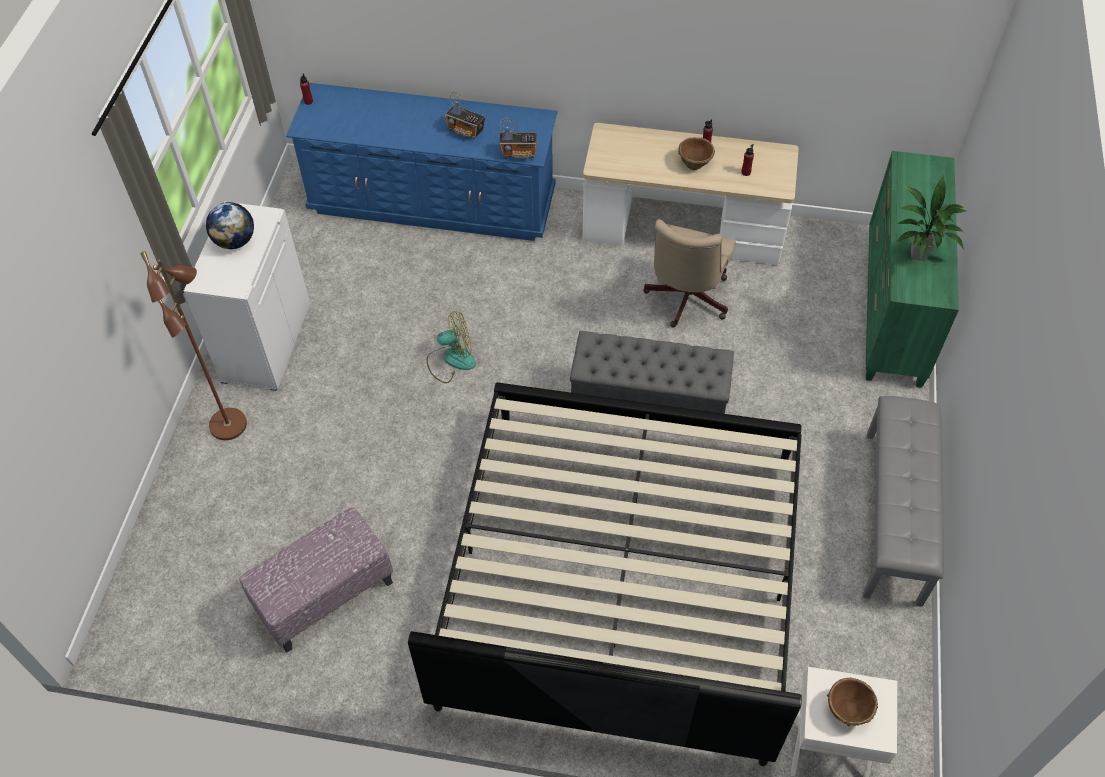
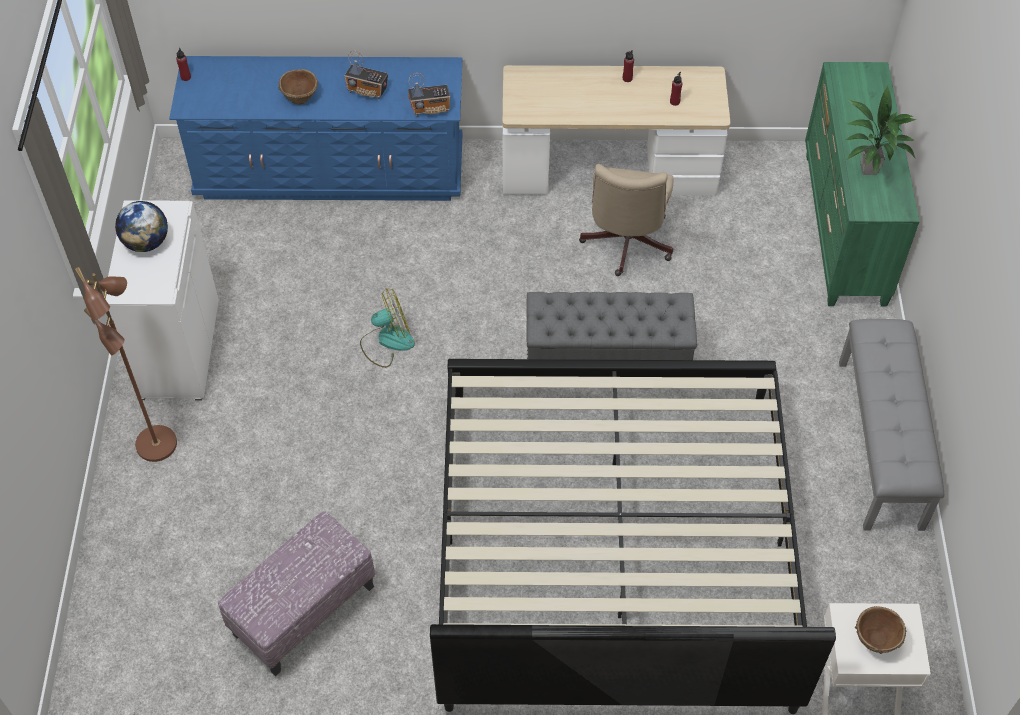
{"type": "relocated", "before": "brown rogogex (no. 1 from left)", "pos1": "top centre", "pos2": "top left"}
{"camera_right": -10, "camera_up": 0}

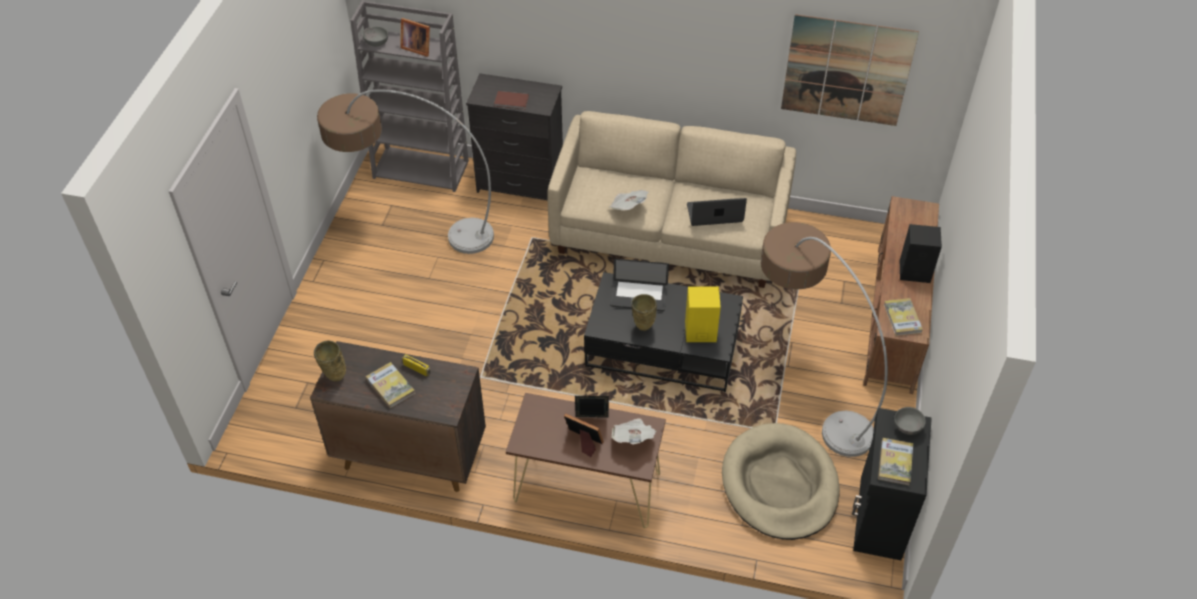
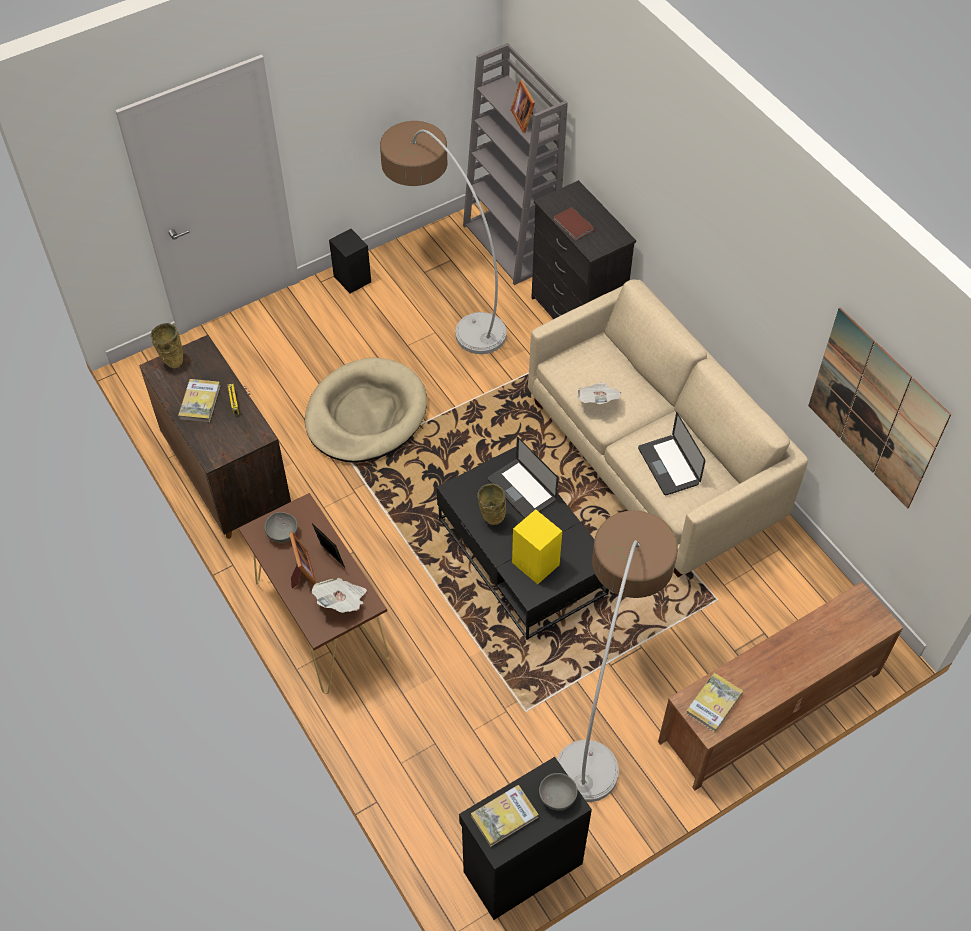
{"type": "relocated", "before": "grey rogogex (no. 1 from left)", "pos1": "top left", "pos2": "middle left"}
{"type": "relocated", "before": "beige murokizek", "pos1": "bottom centre", "pos2": "centre"}
{"type": "relocated", "before": "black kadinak", "pos1": "middle right", "pos2": "top centre"}
{"type": "spun", "before": "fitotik (no. 2 from left)", "pos1": "centre", "pos2": "middle right", "turn": -150}
{"camera_right": 45, "camera_up": 5}

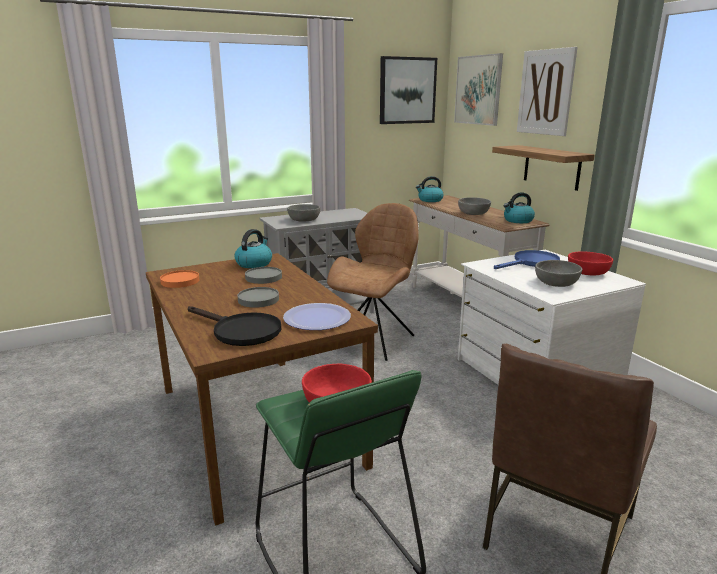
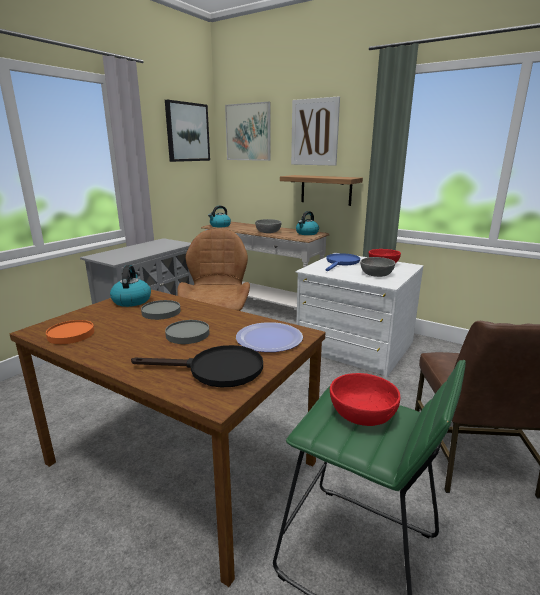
{"type": "missing", "before": "grey rogogex (no. 1 from left)", "pos1": "centre"}
{"camera_right": -30, "camera_up": 0}

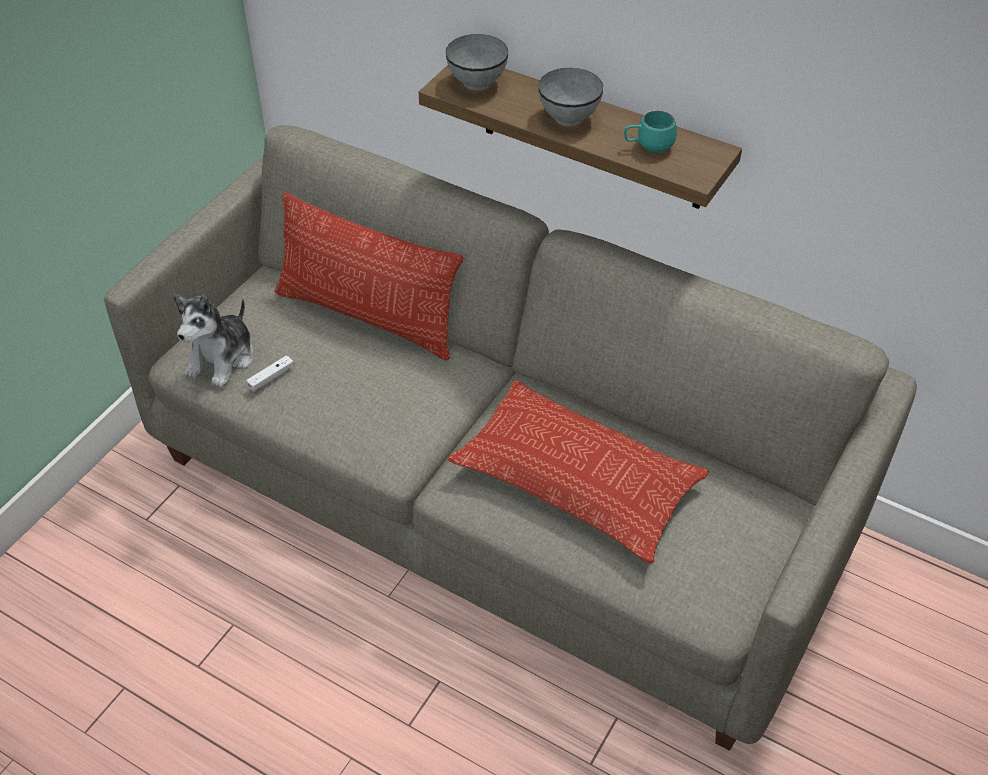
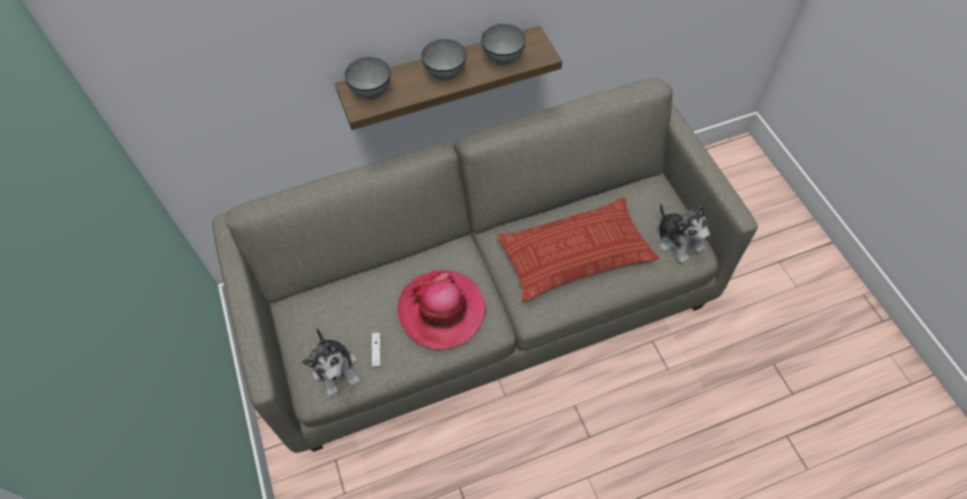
{"type": "missing", "before": "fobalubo (no. 1 from left)", "pos1": "centre"}
{"type": "appeared", "after": "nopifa", "pos2": "centre"}
{"type": "appeared", "after": "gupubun (no. 2 from left)", "pos2": "middle right"}
{"type": "exchanged", "before": "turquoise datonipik", "after": "grey rogogex (no. 3 from left)", "pos1": "top centre", "pos2": "top centre"}
{"camera_right": -50, "camera_up": 10}

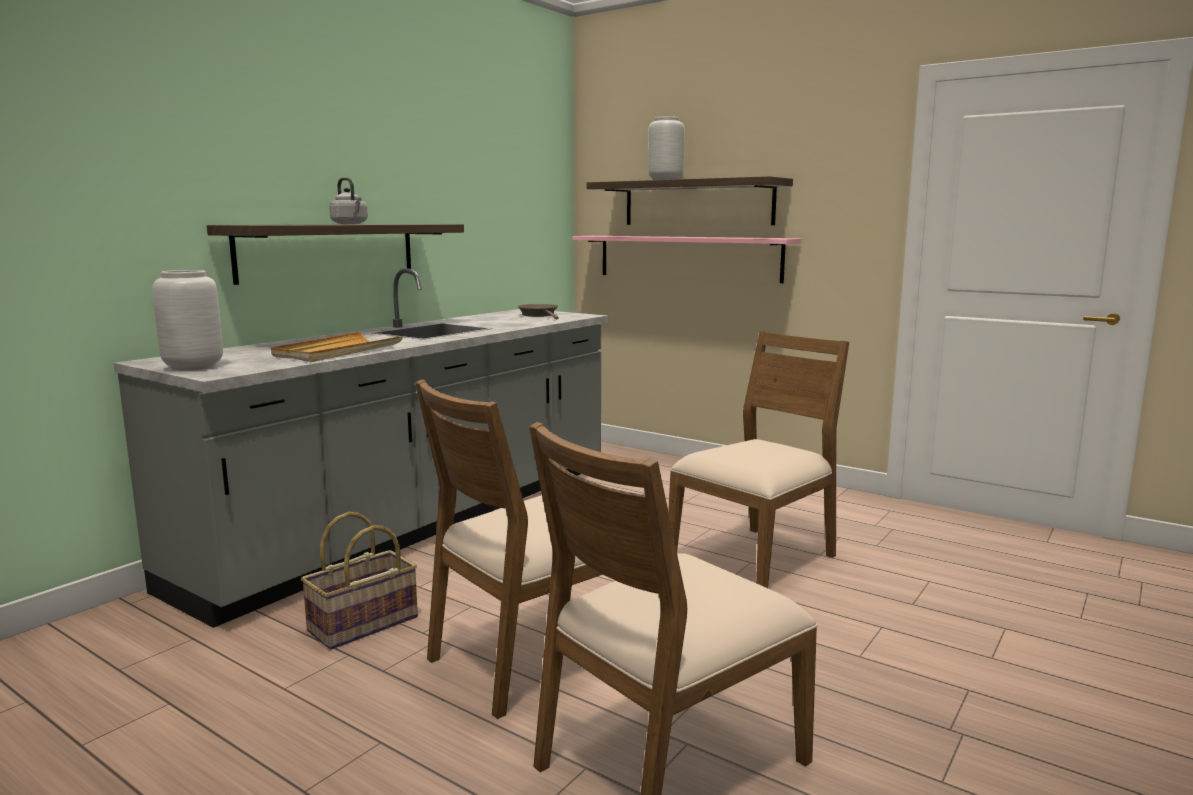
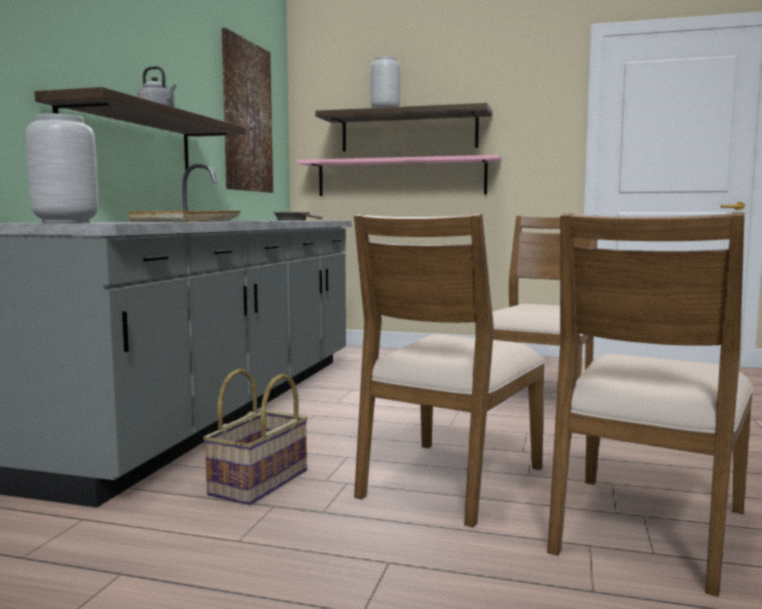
{"type": "appeared", "after": "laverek", "pos2": "top left"}
{"camera_right": -20, "camera_up": -5}

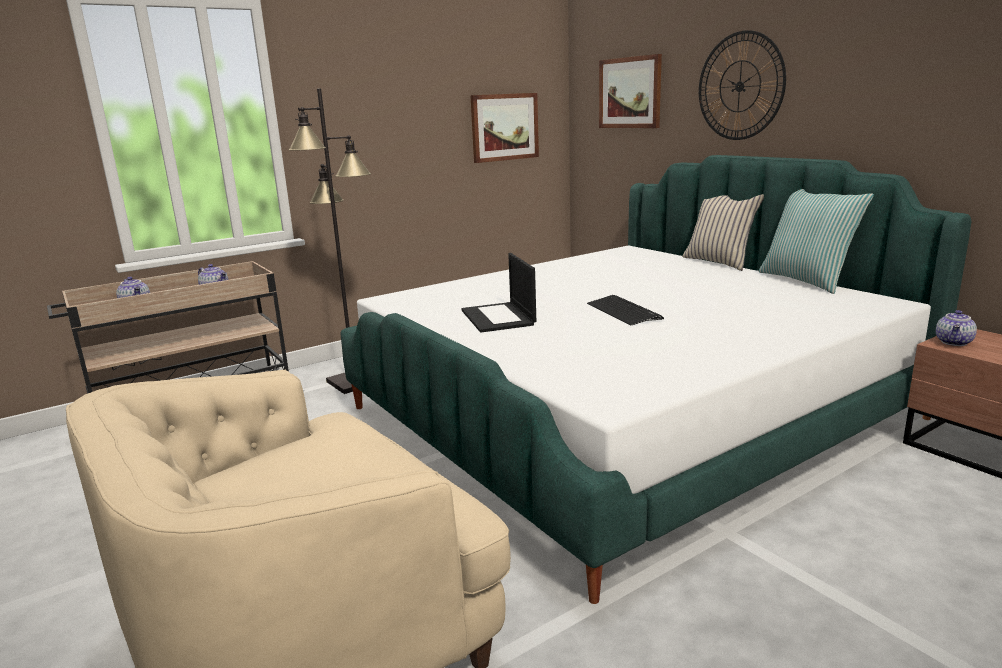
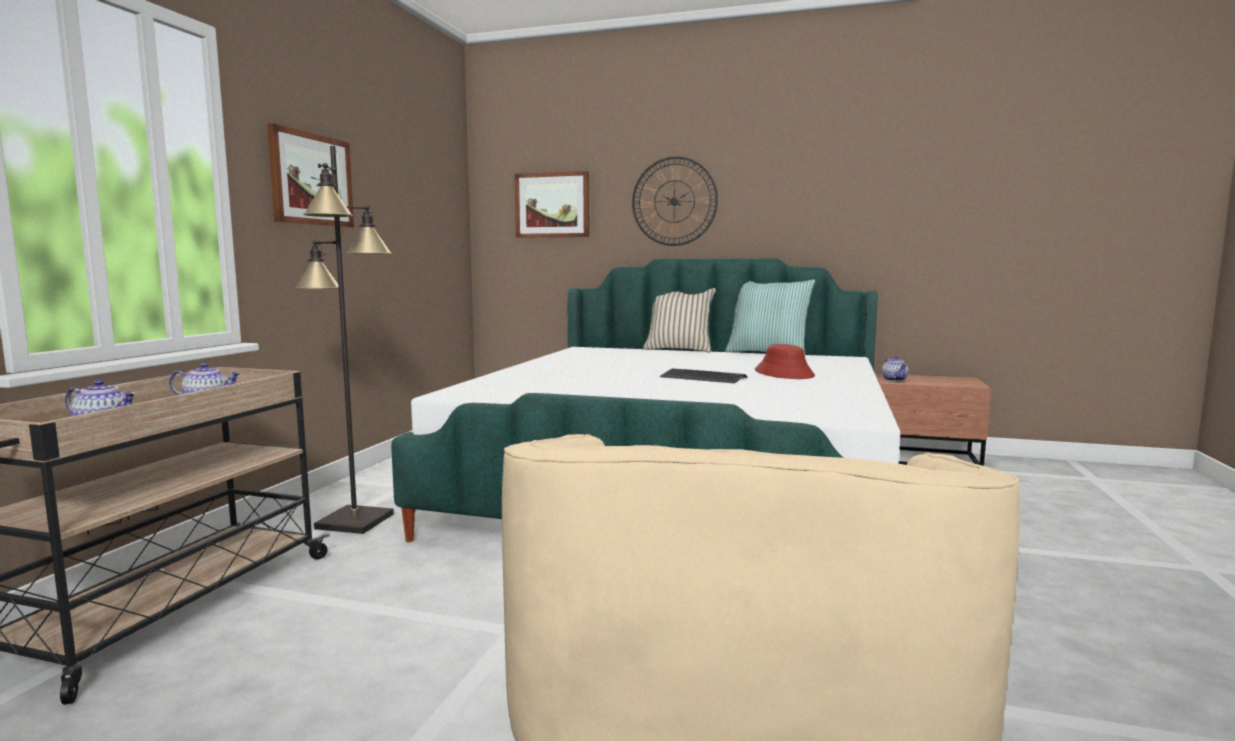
{"type": "missing", "before": "fitotik", "pos1": "centre"}
{"type": "appeared", "after": "red nopifa", "pos2": "centre"}
{"type": "relocated", "before": "laverek (no. 1 from left)", "pos1": "top centre", "pos2": "top left"}
{"camera_right": -40, "camera_up": -10}

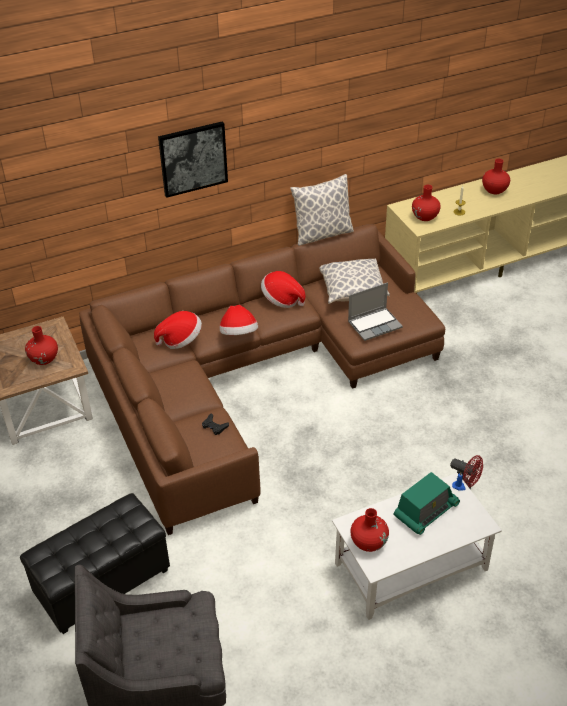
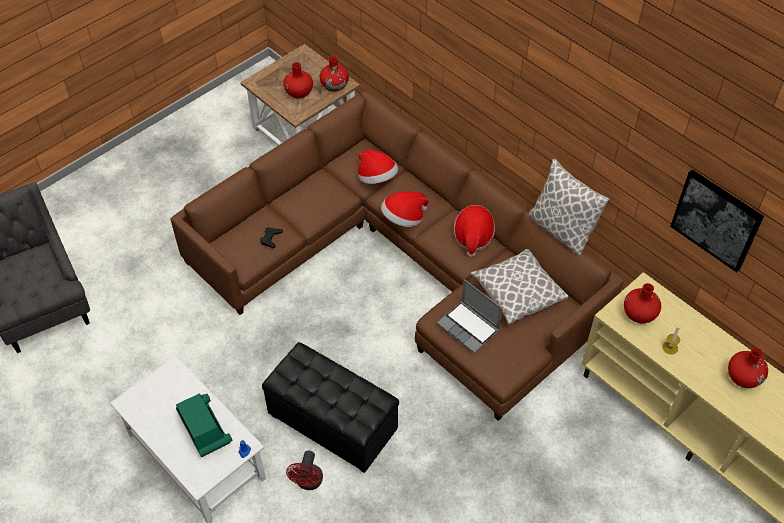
{"type": "relocated", "before": "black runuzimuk", "pos1": "bottom left", "pos2": "bottom centre"}
{"type": "relocated", "before": "laverek", "pos1": "top centre", "pos2": "middle right"}
{"type": "relocated", "before": "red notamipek (no. 2 from left)", "pos1": "bottom centre", "pos2": "top centre"}
{"type": "spun", "before": "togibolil", "pos1": "bottom right", "pos2": "bottom left", "turn": -150}
{"camera_right": 70, "camera_up": 10}

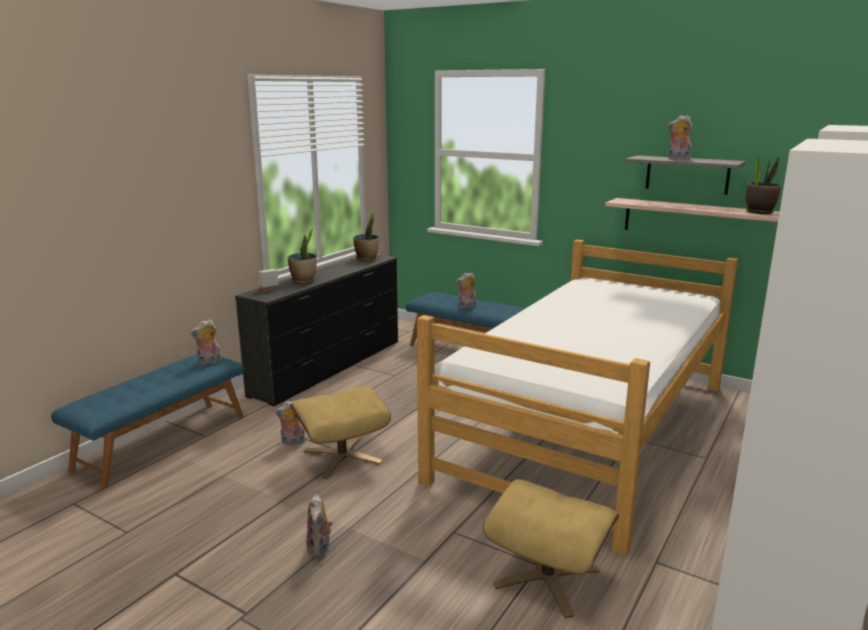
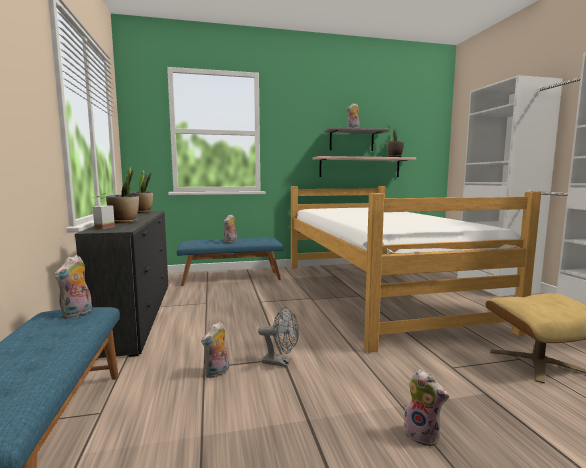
{"type": "exchanged", "before": "beige runuzimuk (no. 1 from left)", "after": "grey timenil", "pos1": "bottom centre", "pos2": "bottom centre"}
{"camera_right": -45, "camera_up": -10}

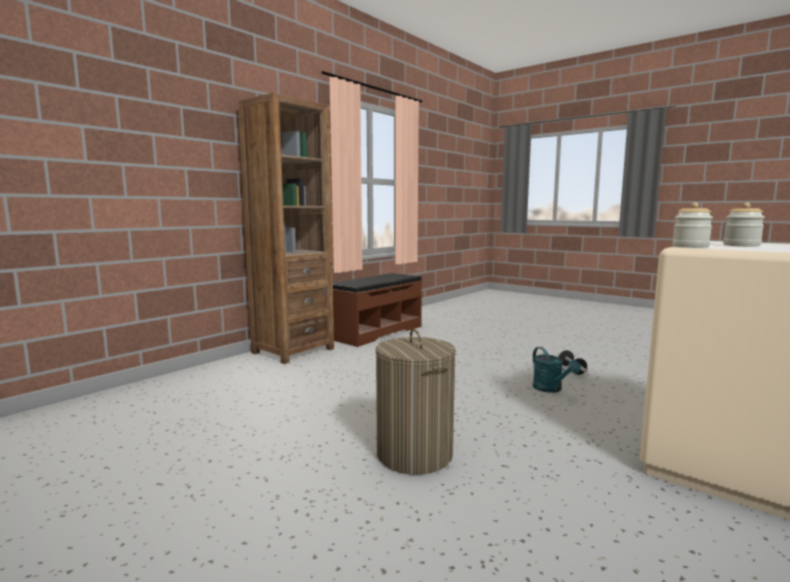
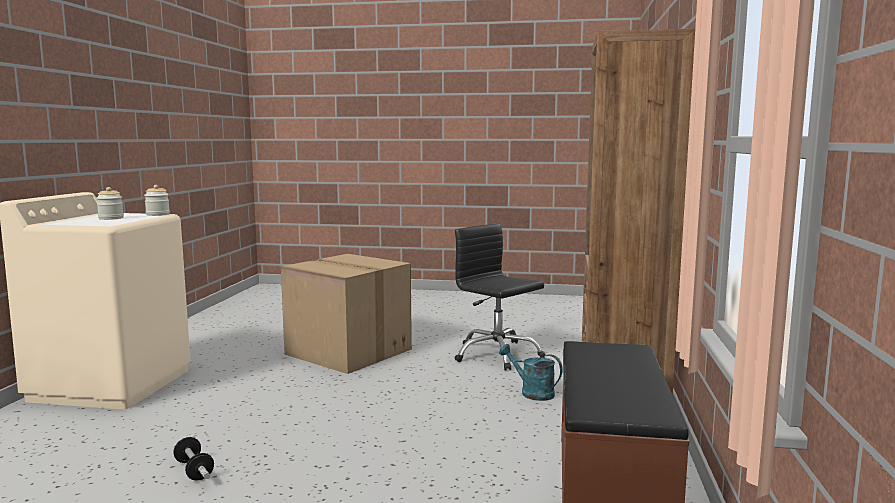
{"type": "appeared", "after": "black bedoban", "pos2": "centre"}
{"type": "relocated", "before": "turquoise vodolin", "pos1": "middle right", "pos2": "bottom centre"}
{"type": "exchanged", "before": "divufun", "after": "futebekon", "pos1": "bottom centre", "pos2": "centre"}
{"camera_right": 150, "camera_up": 0}

